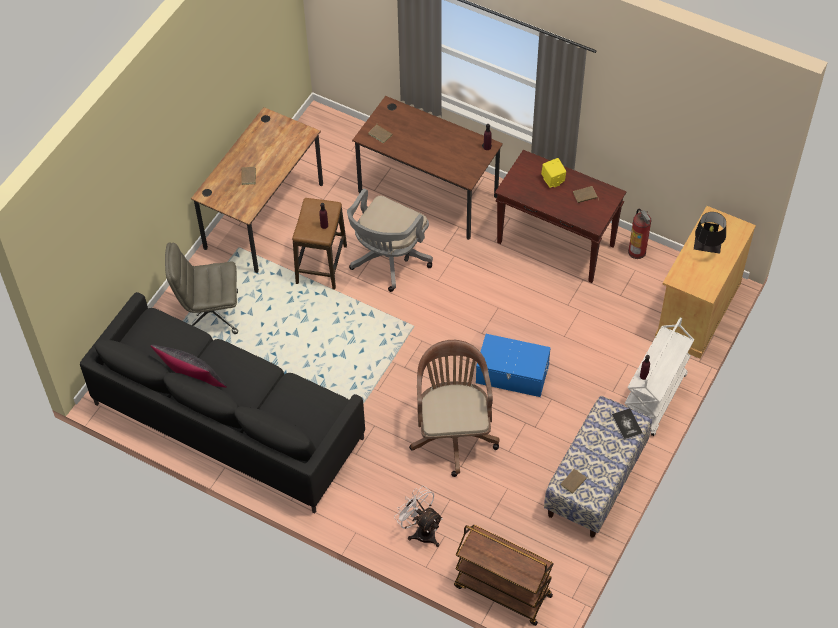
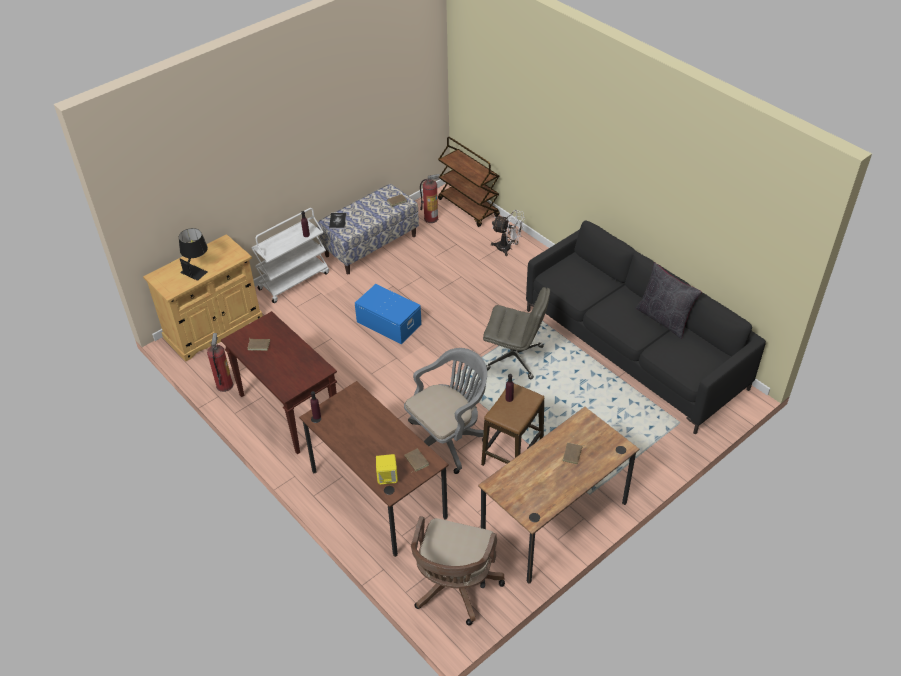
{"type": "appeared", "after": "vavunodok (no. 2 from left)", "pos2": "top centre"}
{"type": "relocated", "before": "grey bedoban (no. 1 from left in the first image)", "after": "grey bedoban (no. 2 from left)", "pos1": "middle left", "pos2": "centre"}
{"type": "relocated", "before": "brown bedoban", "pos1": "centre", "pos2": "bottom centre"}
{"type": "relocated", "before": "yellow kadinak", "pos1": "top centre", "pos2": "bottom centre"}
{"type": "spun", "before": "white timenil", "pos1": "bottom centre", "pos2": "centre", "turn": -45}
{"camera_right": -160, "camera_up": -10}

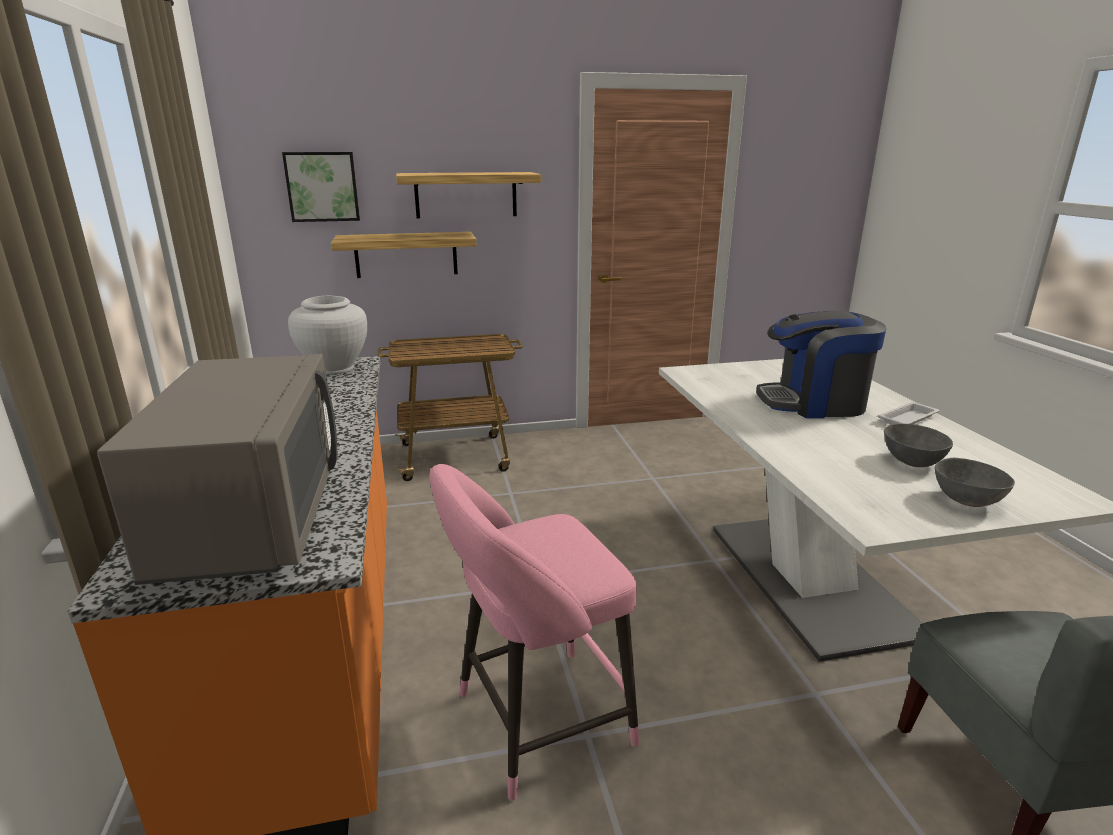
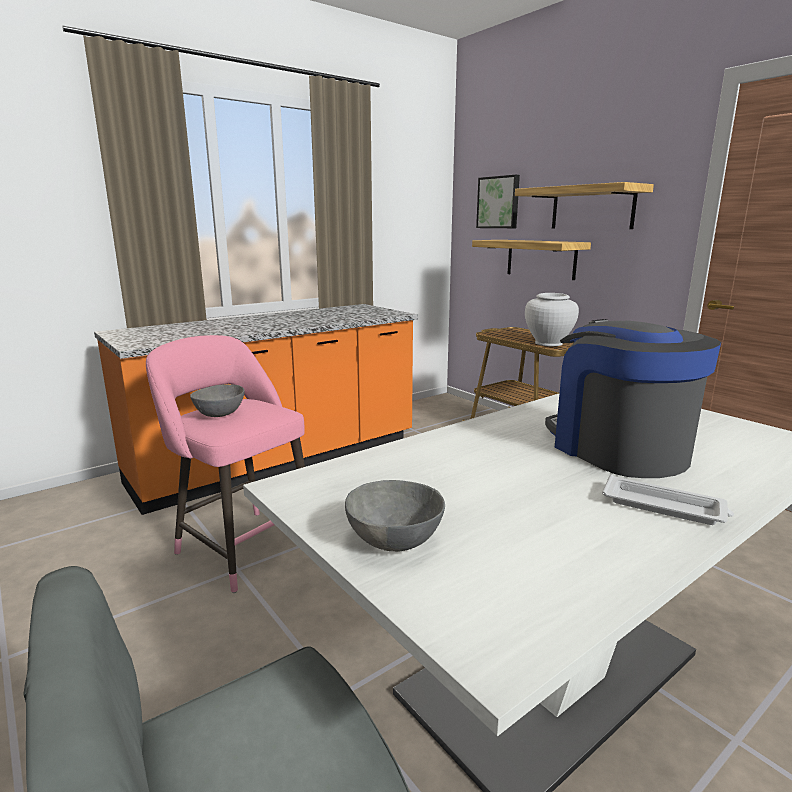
{"type": "missing", "before": "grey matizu", "pos1": "middle left"}
{"type": "relocated", "before": "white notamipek", "pos1": "middle left", "pos2": "middle right"}
{"type": "relocated", "before": "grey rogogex (no. 1 from left)", "pos1": "middle right", "pos2": "middle left"}
{"camera_right": 65, "camera_up": -5}

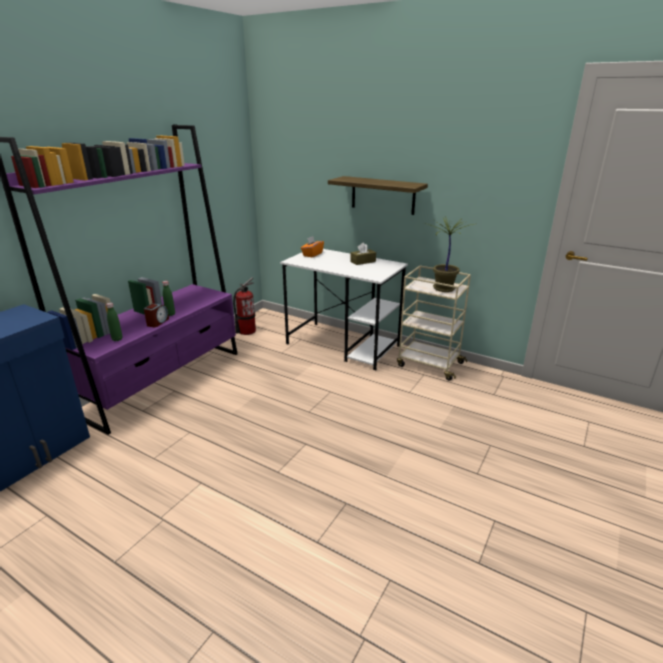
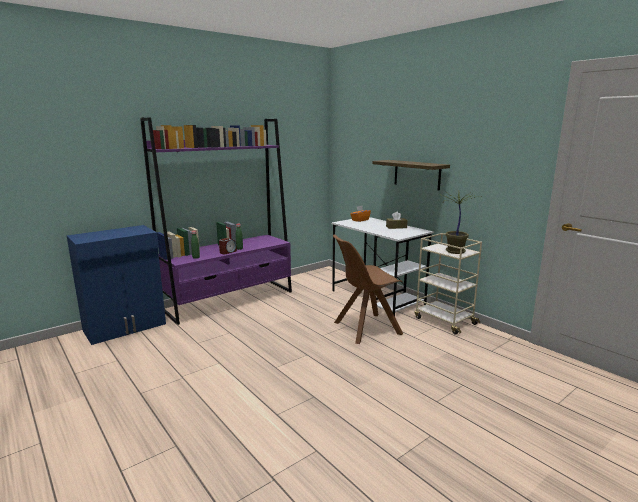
{"type": "missing", "before": "vavunodok", "pos1": "centre"}
{"type": "appeared", "after": "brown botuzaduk", "pos2": "centre"}
{"camera_right": 20, "camera_up": -10}

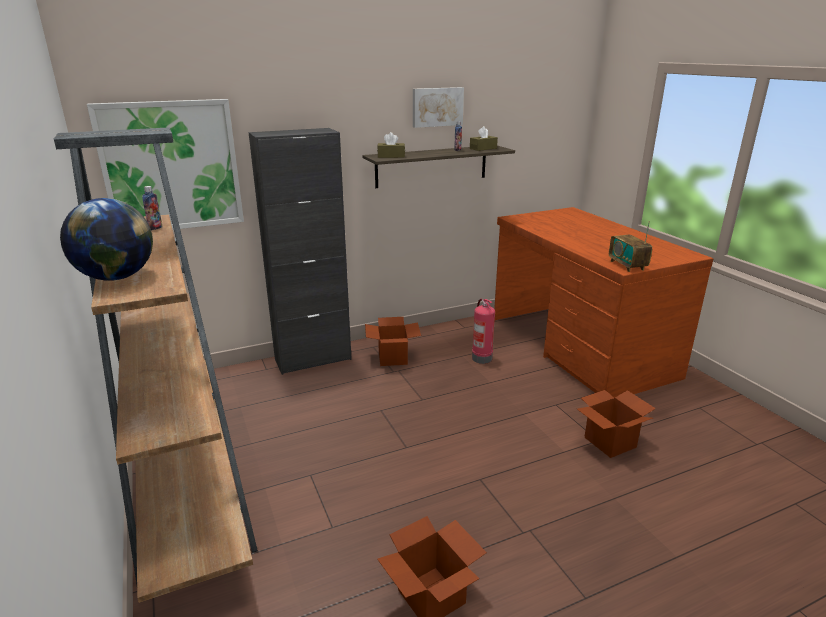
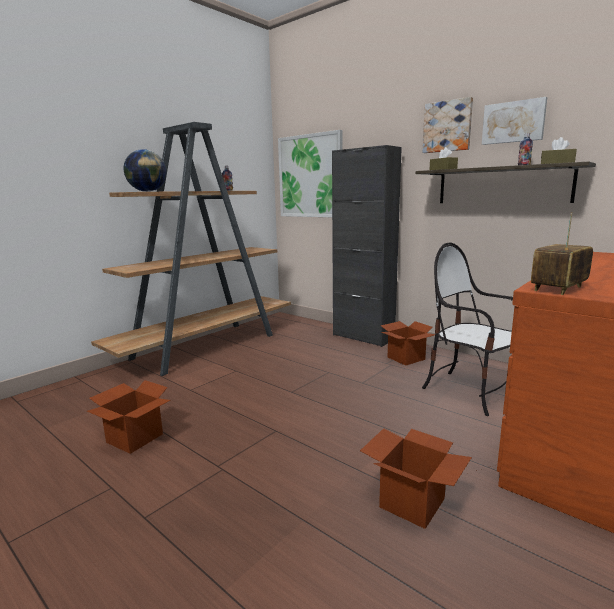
{"type": "appeared", "after": "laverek (no. 2 from left)", "pos2": "top right"}
{"type": "exchanged", "before": "vavunodok", "after": "botuzaduk", "pos1": "centre", "pos2": "middle right"}
{"camera_right": 65, "camera_up": -10}

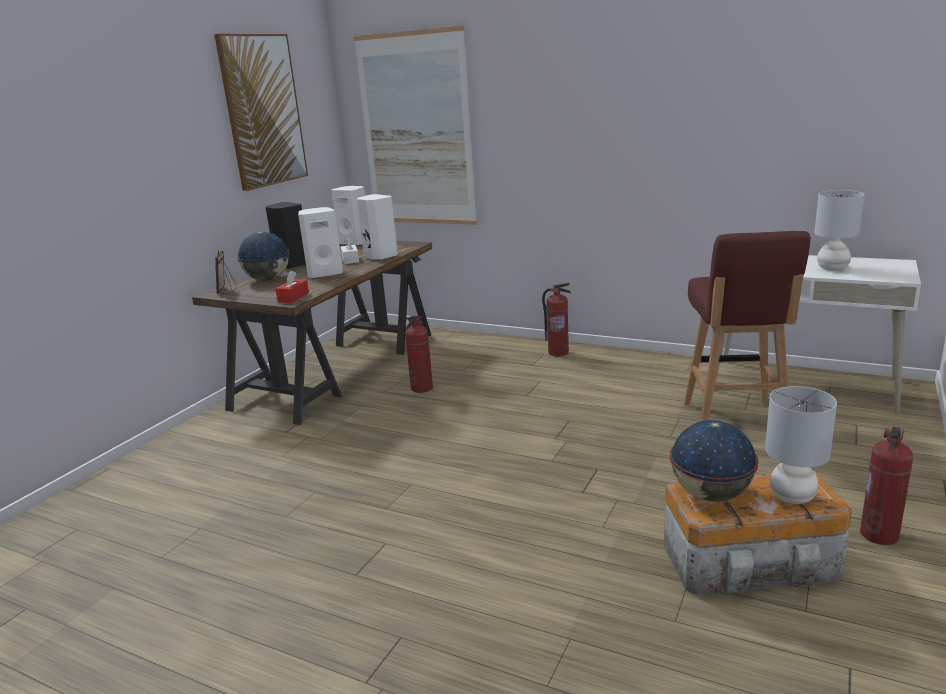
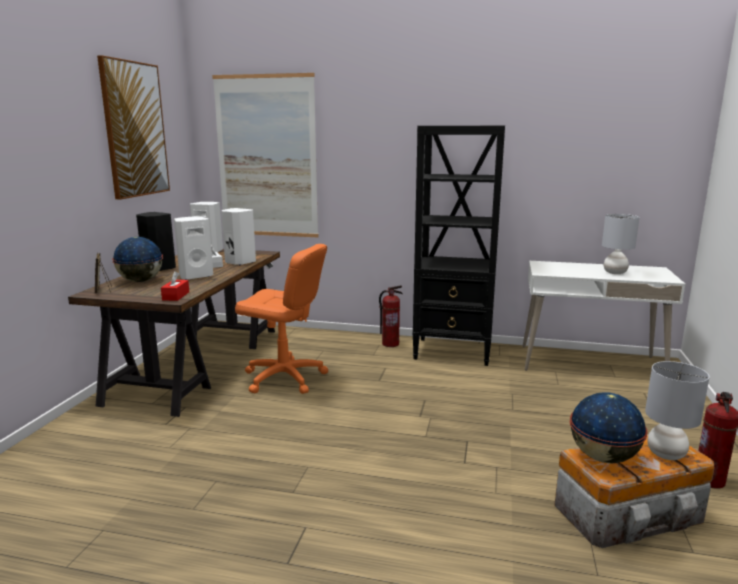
{"type": "missing", "before": "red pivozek", "pos1": "middle right"}
{"type": "appeared", "after": "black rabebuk", "pos2": "centre"}
{"type": "exchanged", "before": "vavunodok (no. 1 from left)", "after": "orange bedoban", "pos1": "centre", "pos2": "centre"}
{"camera_right": -15, "camera_up": -5}

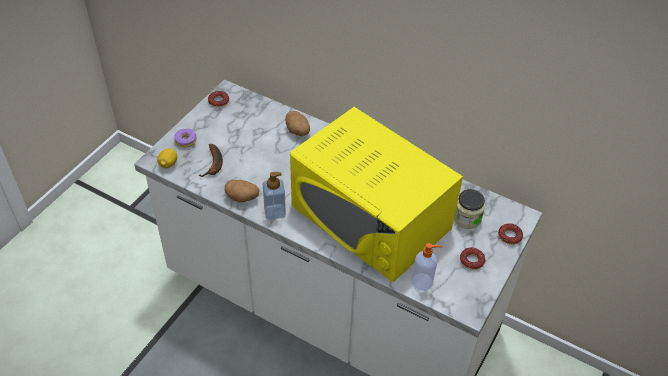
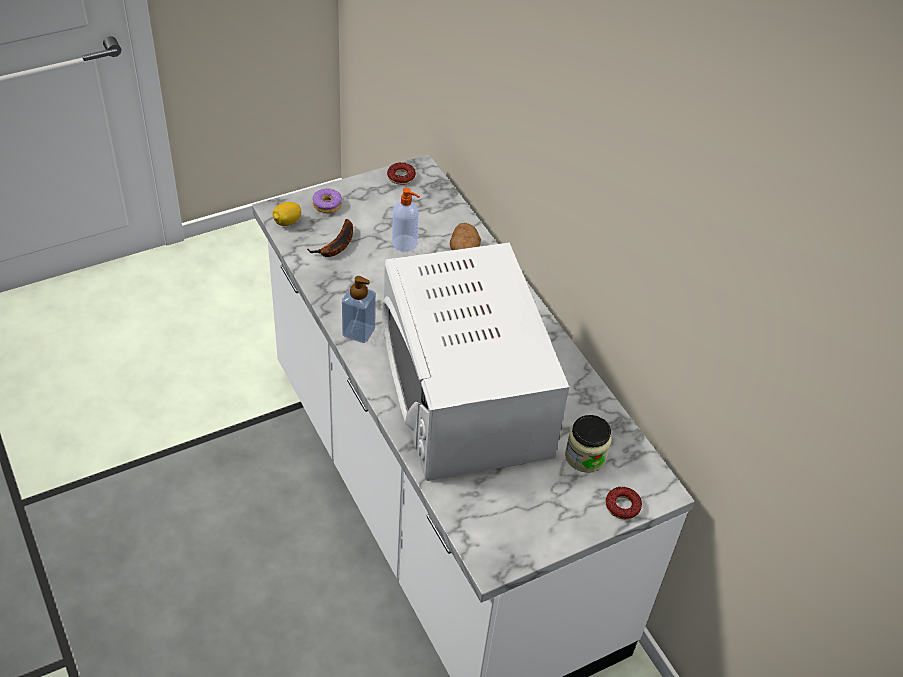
{"type": "missing", "before": "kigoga (no. 1 from left)", "pos1": "centre"}
{"type": "missing", "before": "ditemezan (no. 3 from left)", "pos1": "bottom right"}
{"type": "relocated", "before": "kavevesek (no. 2 from left)", "pos1": "bottom centre", "pos2": "top centre"}
{"type": "colour", "before": "yellow matizu", "after": "white matizu", "pos1": "centre", "pos2": "centre"}
{"camera_right": 30, "camera_up": 0}

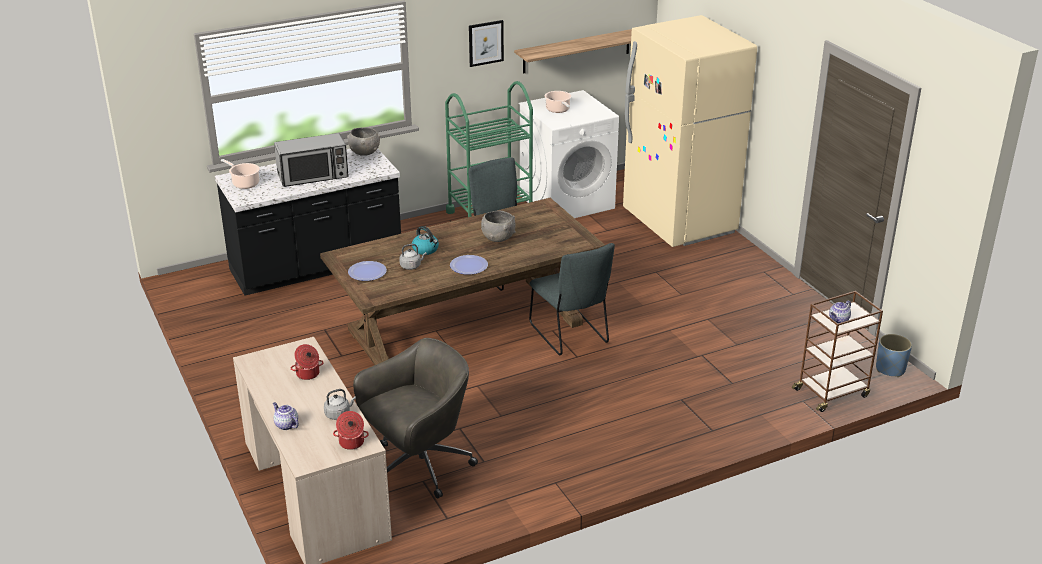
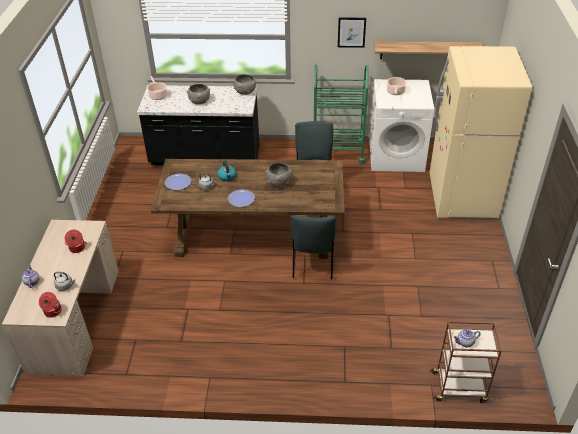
{"type": "missing", "before": "grey bedoban", "pos1": "bottom centre"}
{"type": "missing", "before": "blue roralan", "pos1": "middle right"}
{"type": "exchanged", "before": "matizu", "after": "grey rogogex (no. 1 from left)", "pos1": "top left", "pos2": "top centre"}
{"camera_right": 30, "camera_up": 10}

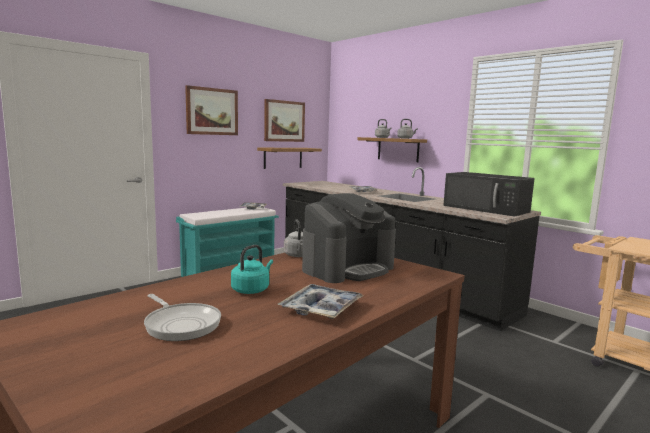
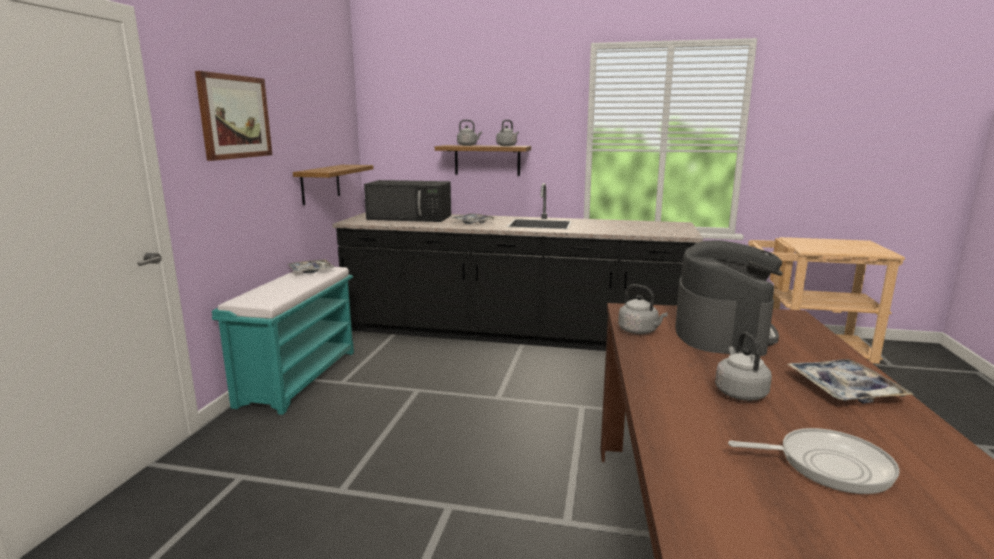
{"type": "missing", "before": "laverek (no. 2 from left)", "pos1": "top centre"}
{"type": "relocated", "before": "black matizu", "pos1": "middle right", "pos2": "centre"}
{"type": "colour", "before": "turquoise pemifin", "after": "grey pemifin (no. 4 from left)", "pos1": "centre", "pos2": "middle right"}
{"camera_right": -35, "camera_up": 5}

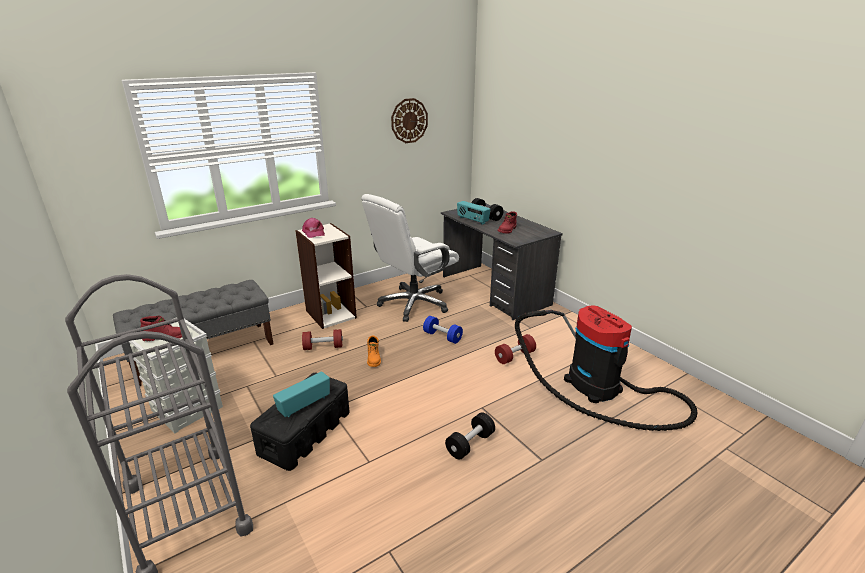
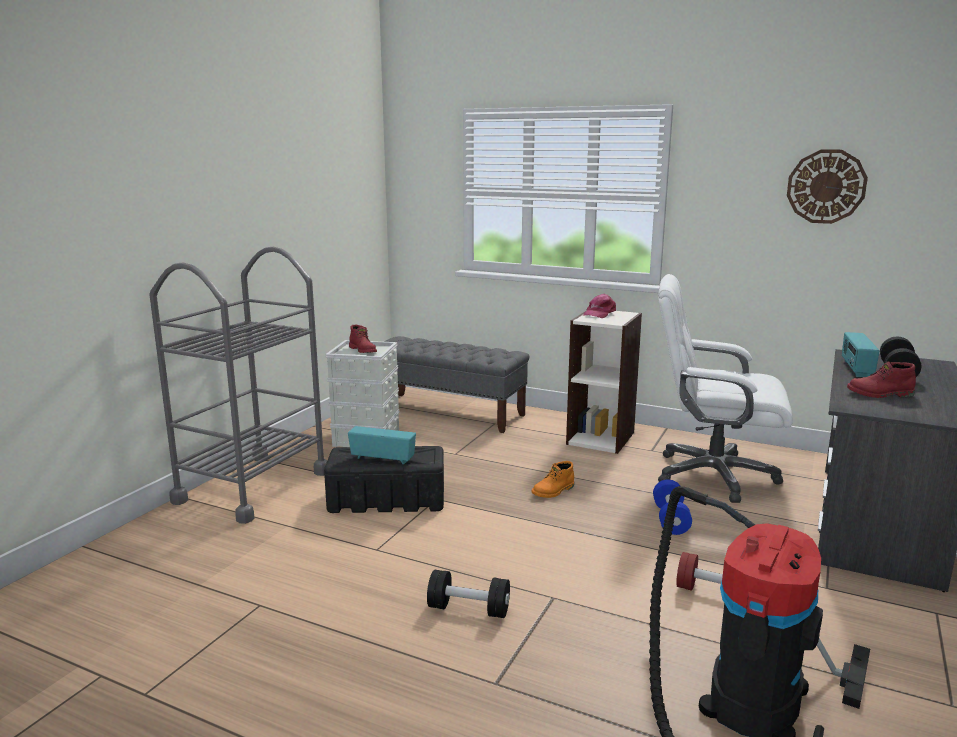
{"type": "missing", "before": "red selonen (no. 1 from left)", "pos1": "centre"}
{"camera_right": 60, "camera_up": -10}

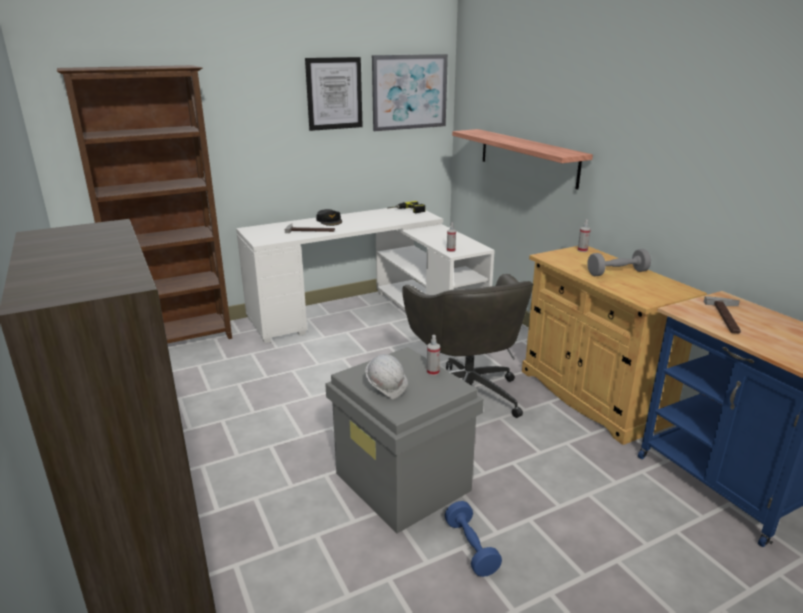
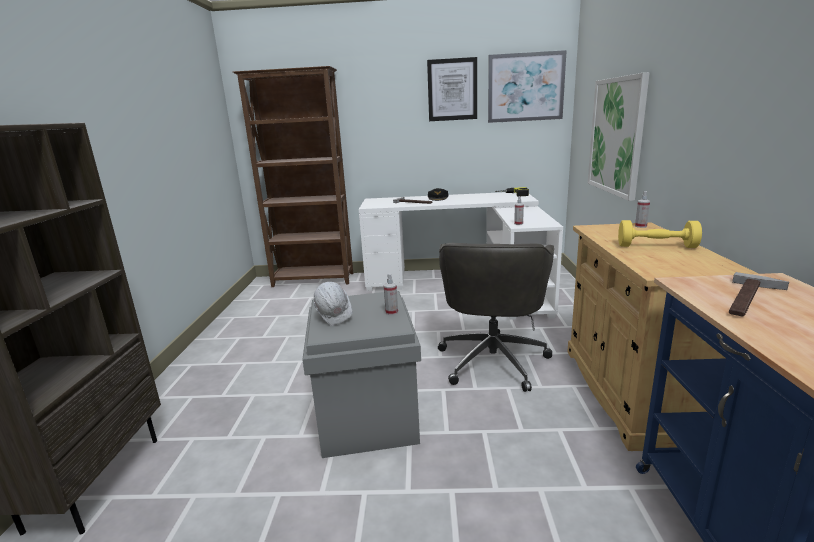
{"type": "missing", "before": "blue selonen", "pos1": "bottom centre"}
{"type": "exchanged", "before": "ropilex", "after": "laverek (no. 3 from left)", "pos1": "top centre", "pos2": "top right"}
{"type": "colour", "before": "grey selonen", "after": "yellow selonen", "pos1": "middle right", "pos2": "middle right"}
{"camera_right": 30, "camera_up": -5}

